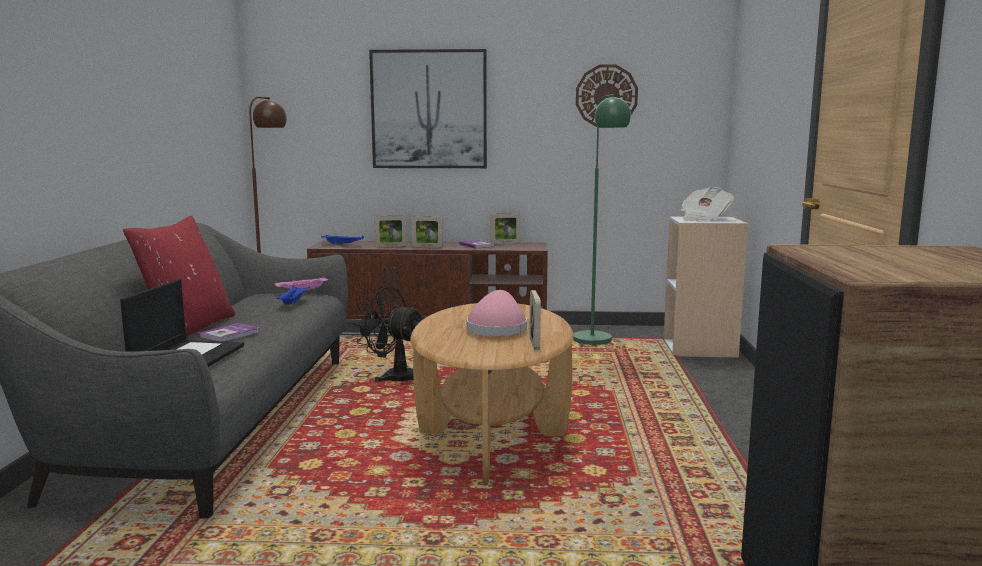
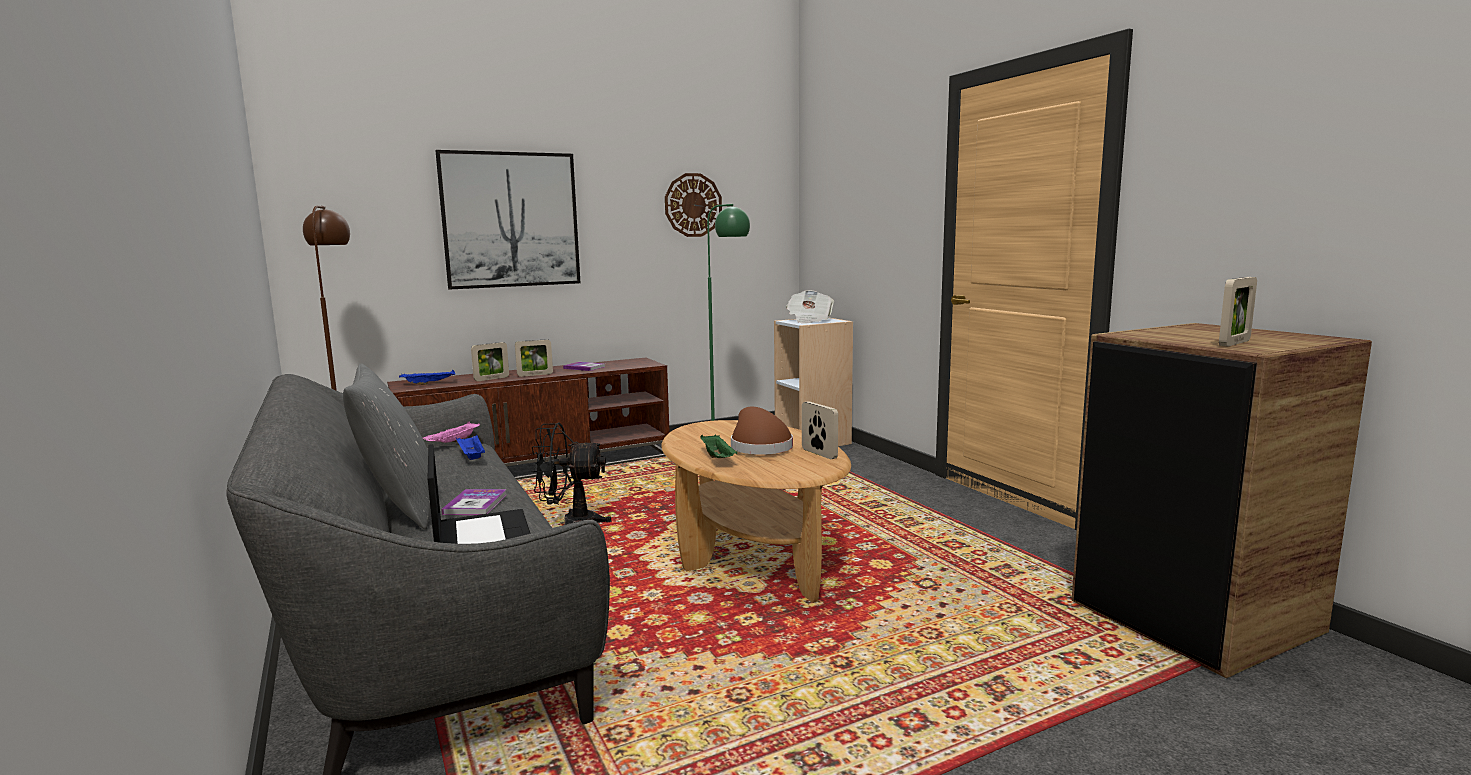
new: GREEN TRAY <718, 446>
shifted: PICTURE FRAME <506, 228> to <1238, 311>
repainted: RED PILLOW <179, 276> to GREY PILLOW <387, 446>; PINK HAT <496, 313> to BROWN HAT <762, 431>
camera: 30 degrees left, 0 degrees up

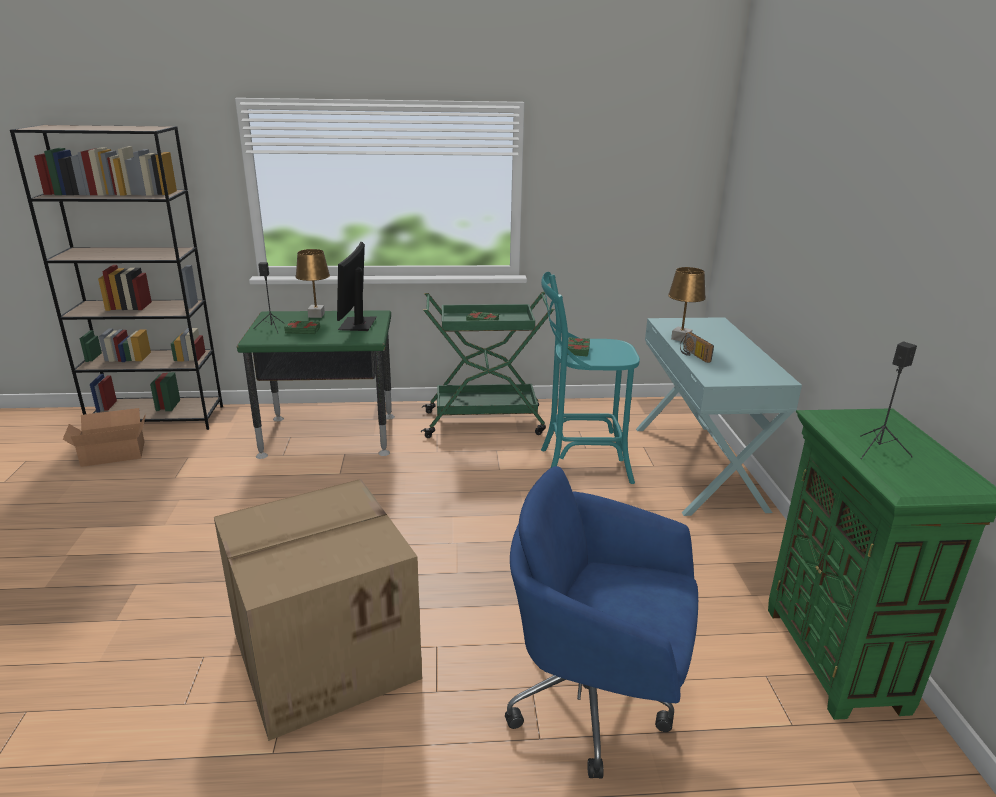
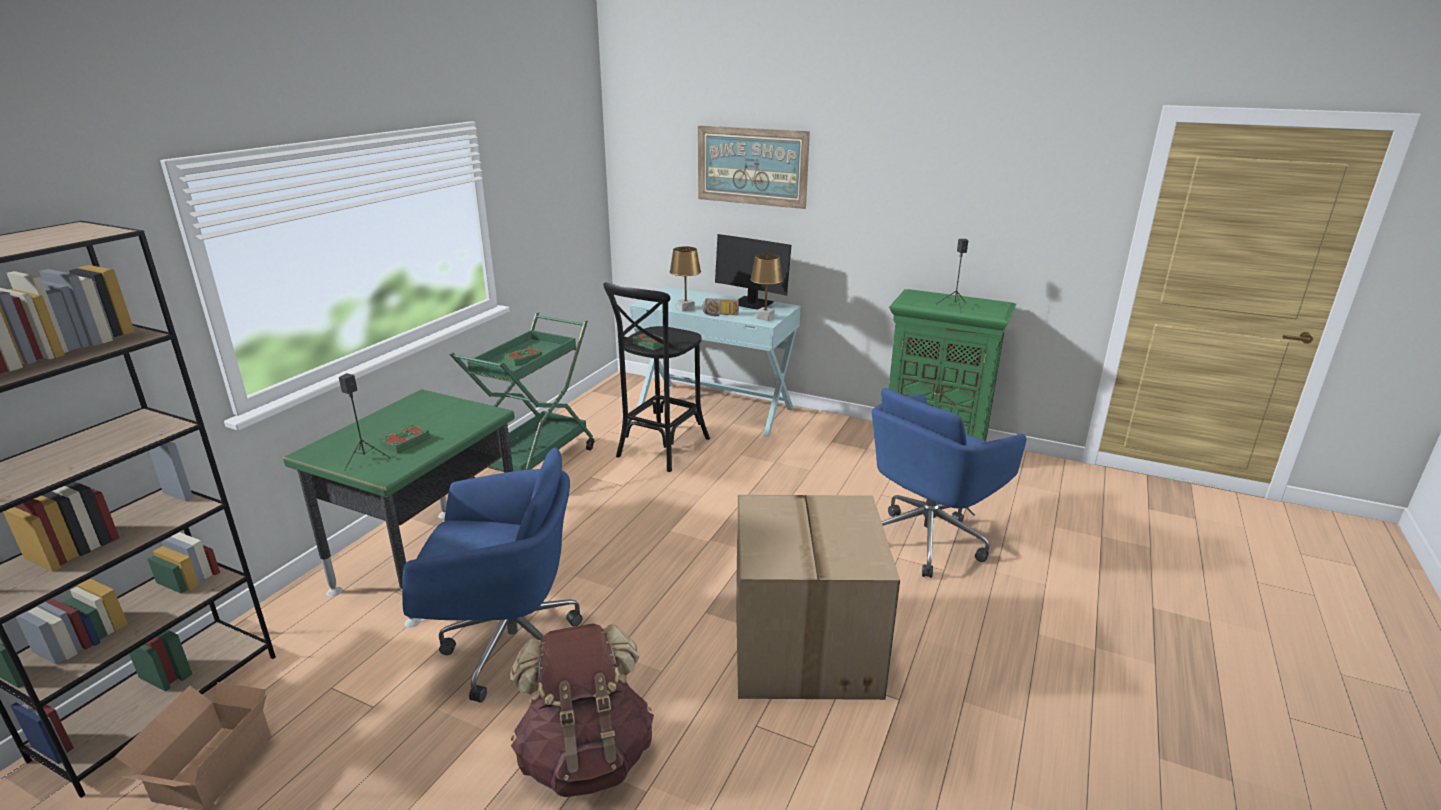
new: BLUE OFFICE CHAIR <492, 575>; BROWN BACKPACK <582, 710>; PICTURE <754, 167>
shifted: MONITOR <357, 286> to <753, 272>; BROWN TABLE LAMP <312, 283> to <766, 287>
repainted: TURQUOISE STOOL <590, 378> to BLACK STOOL <656, 377>
camera: 60 degrees left, 0 degrees up

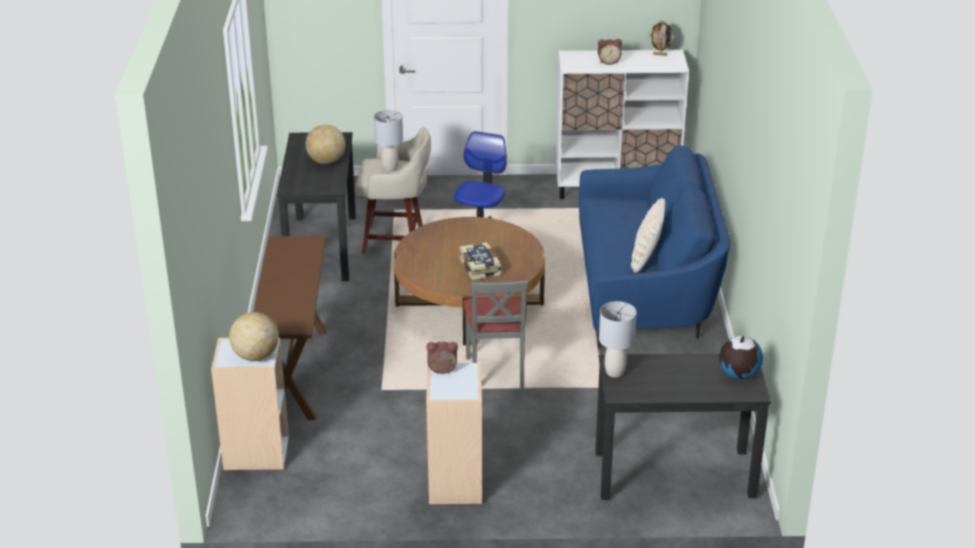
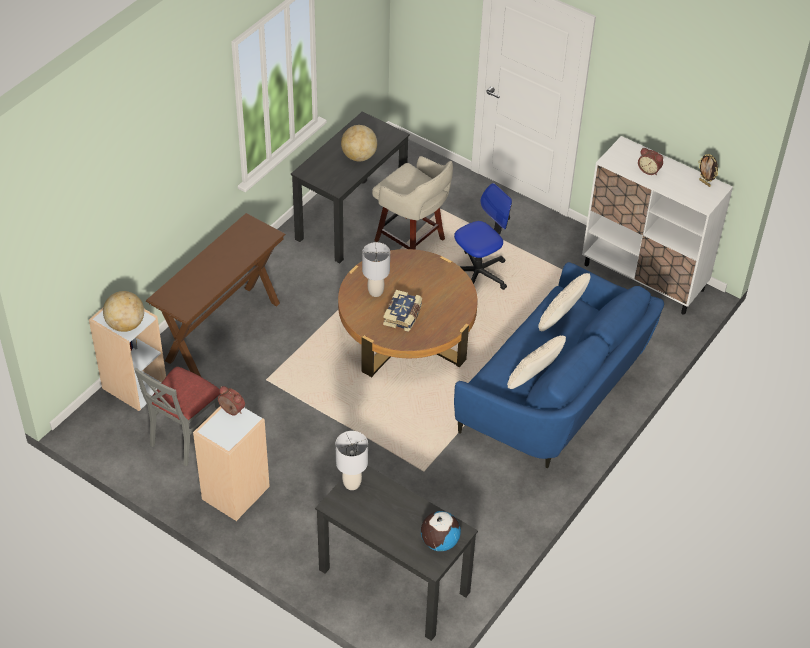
new: BEIGE PILLOW <564, 302>
shifted: GREY CHAIR <495, 336> to <177, 416>; GREY TABLE LAMP <388, 141> to <376, 269>
camera: 35 degrees right, 15 degrees up

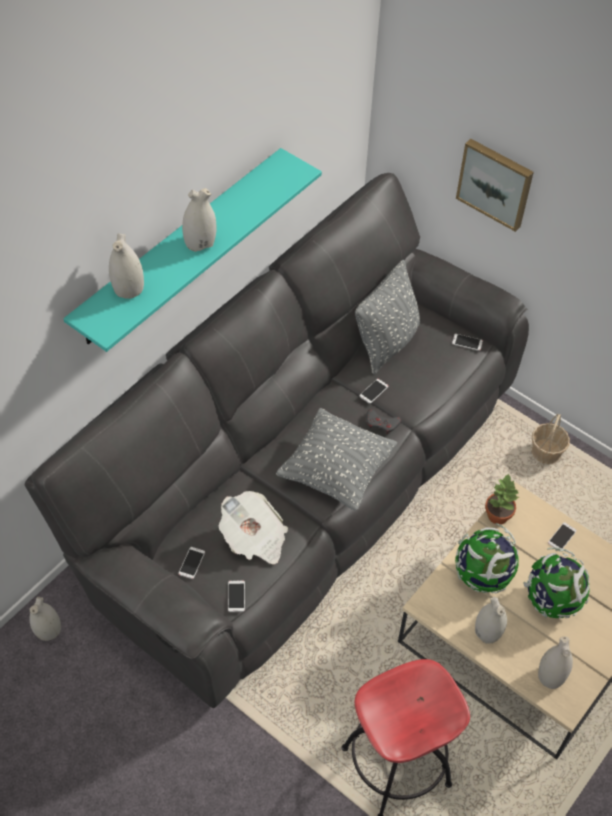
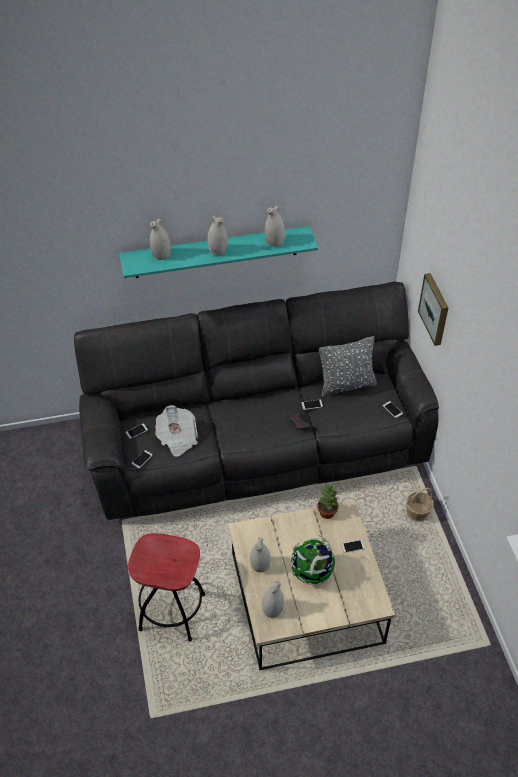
gone: GREY PILLOW <336, 459>; GLOBE <486, 558>
shifted: WHITE VASE <45, 619> to <275, 226>
camera: 40 degrees right, 5 degrees down

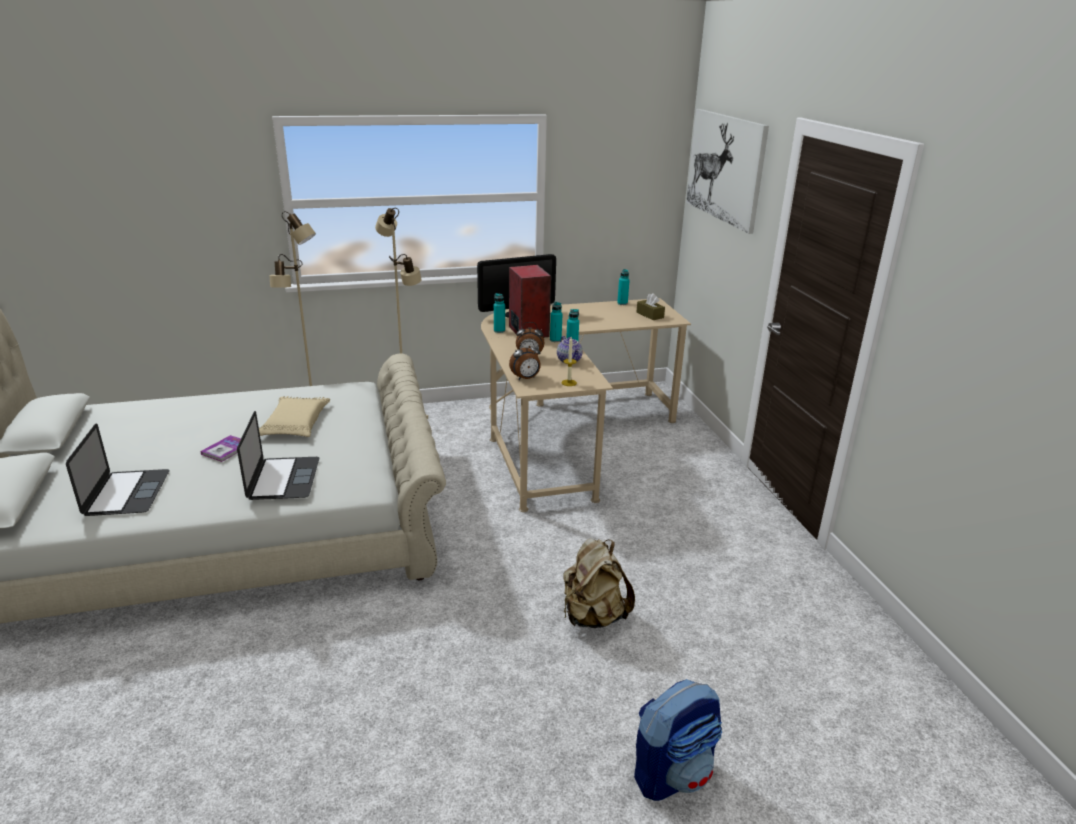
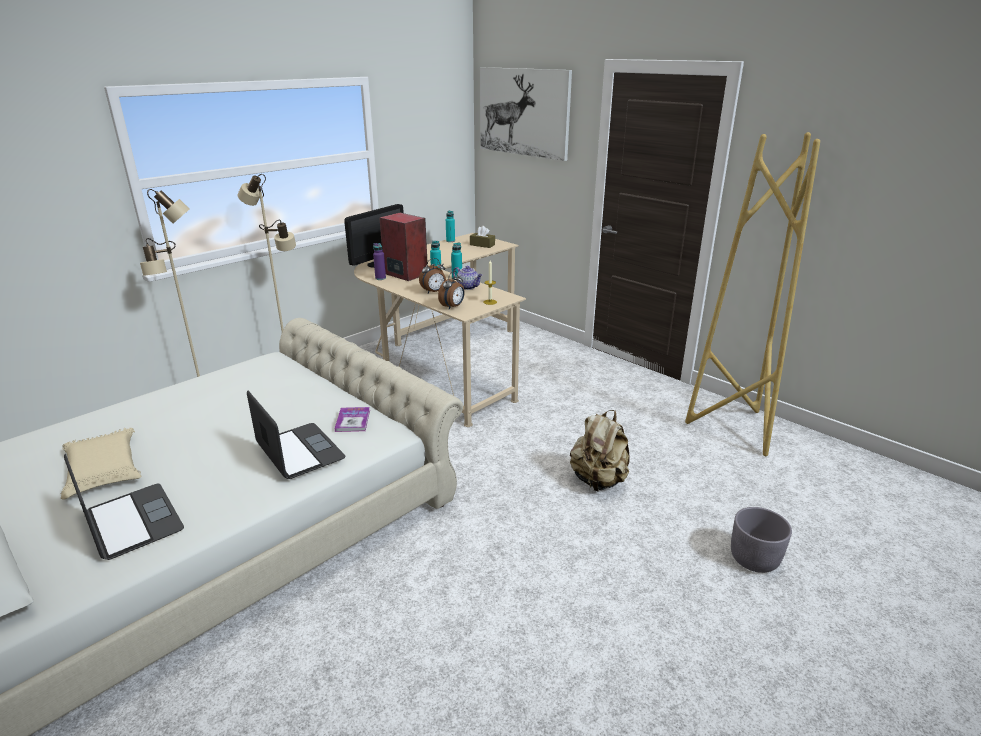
new: YELLOW CLOTHES RACK <752, 294>
shifted: BEIGE PILLOW <294, 416> to <101, 464>; BOOK <220, 448> to <352, 419>
swapped: BACKPACK <678, 740> to GREY PLANTER <761, 540>
repainted: TURQUOISE BOTTLE <499, 313> to PURPLE BOTTLE <379, 261>
camera: 30 degrees left, 0 degrees up

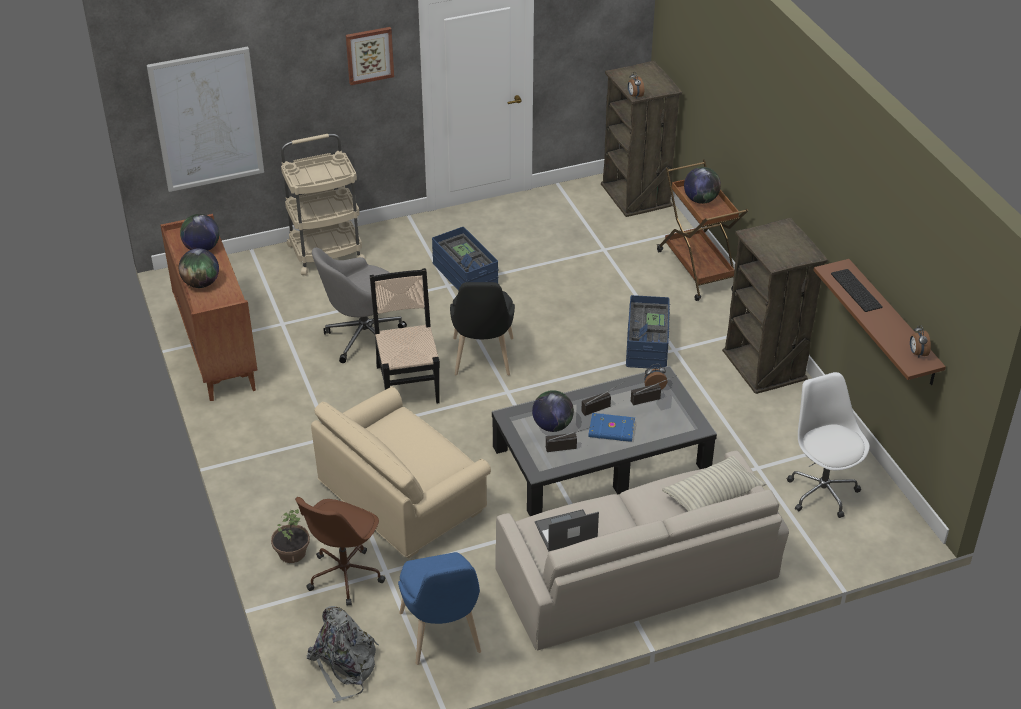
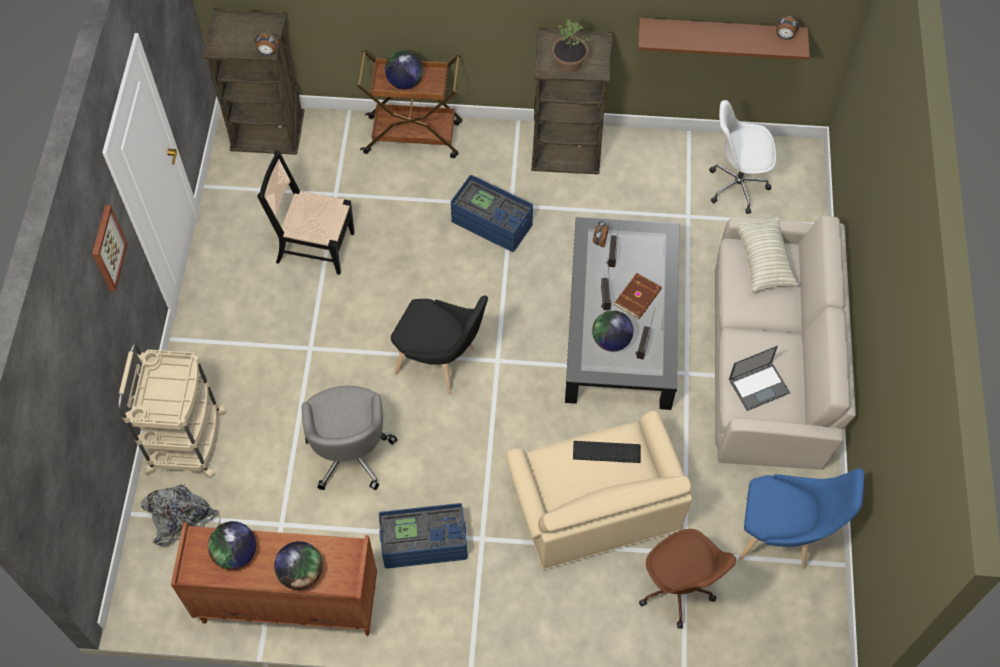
gone: PICTURE <205, 119>
shifted: GREY BACKPACK <343, 654> to <180, 515>; CHAIR <405, 336> to <305, 212>; BLUE STORAGE BOX <465, 259> to <423, 535>; POTTED PLANT <290, 536> to <570, 46>; KEYBOARD <857, 290> to <607, 452>
repainted: BLUE BOOK <611, 427> to BROWN BOOK <638, 296>
rotated: LAPTOP <567, 530> = <759, 378> 120 degrees counterclockwise
camera: 65 degrees left, 20 degrees up

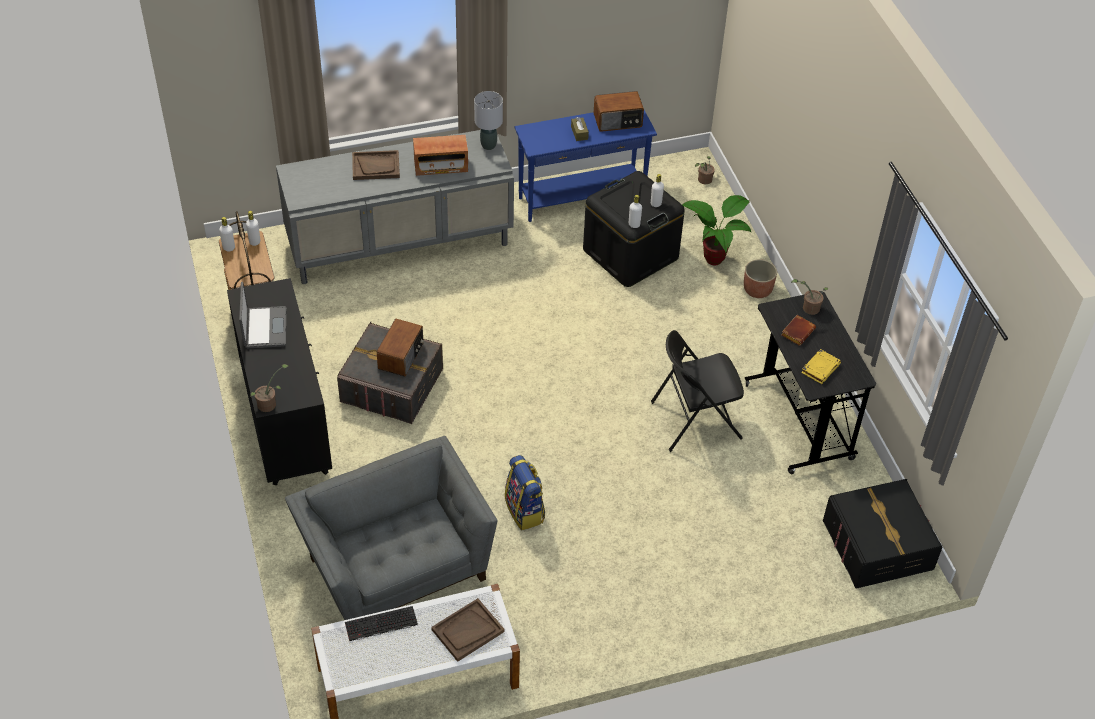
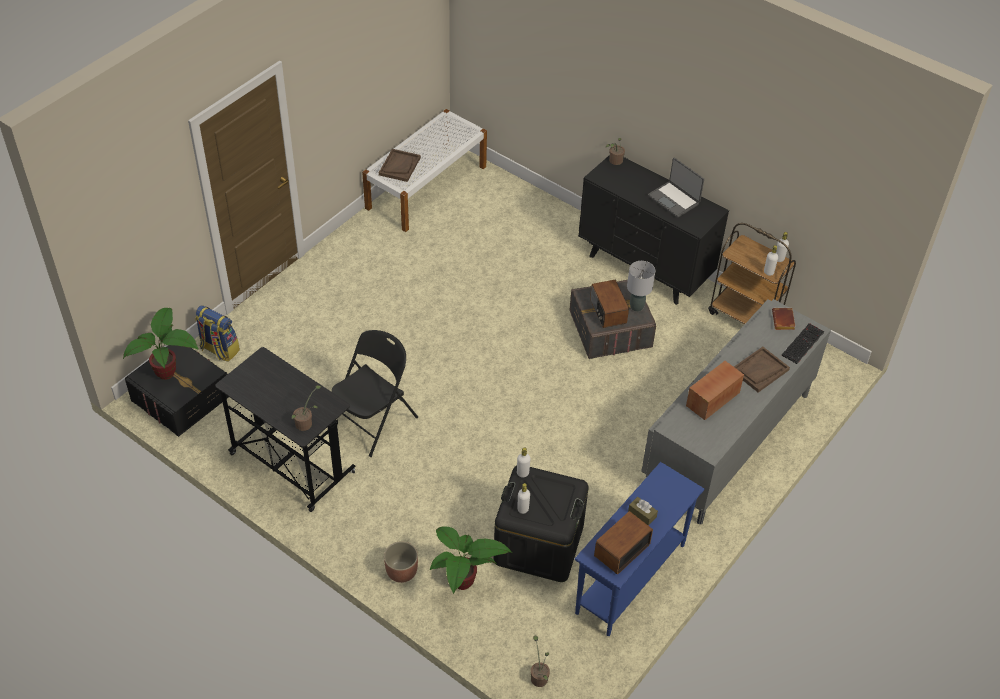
gone: GREY ARMCHAIR <391, 528>; YELLOW BOOK <821, 366>
new: POTTED PLANT <161, 344>
shifted: BACKPACK <525, 492> to <217, 333>; GREY TABLE LAMP <488, 120> to <641, 286>; BROWN BOOK <798, 330> to <784, 319>; KEYBOARD <381, 624> to <802, 343>
camera: 145 degrees right, 0 degrees up

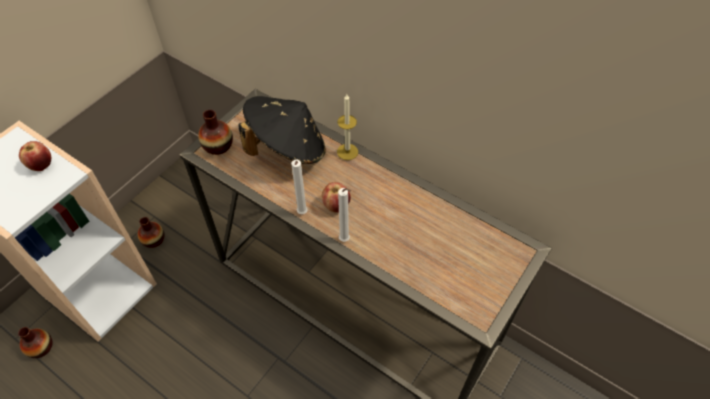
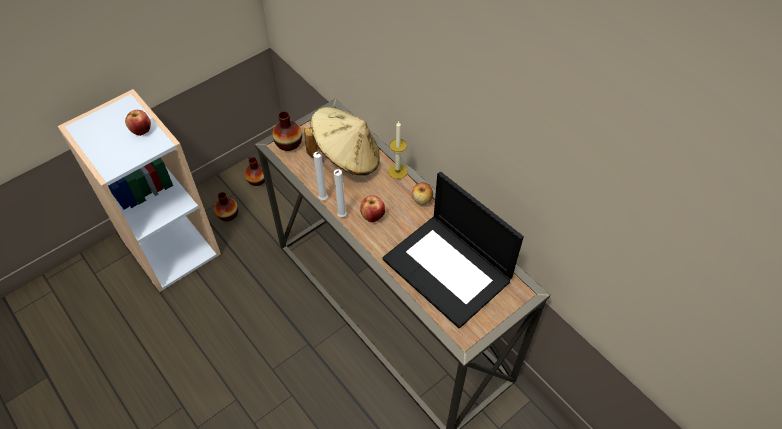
new: LAPTOP <453, 250>; APPLE <422, 193>
shifted: VASE <35, 342> to <255, 171>; WHITE CANDLE <344, 215> to <320, 176>
repainted: BLACK HAT <282, 130> to BEIGE HAT <342, 141>
camera: 15 degrees right, 0 degrees up

